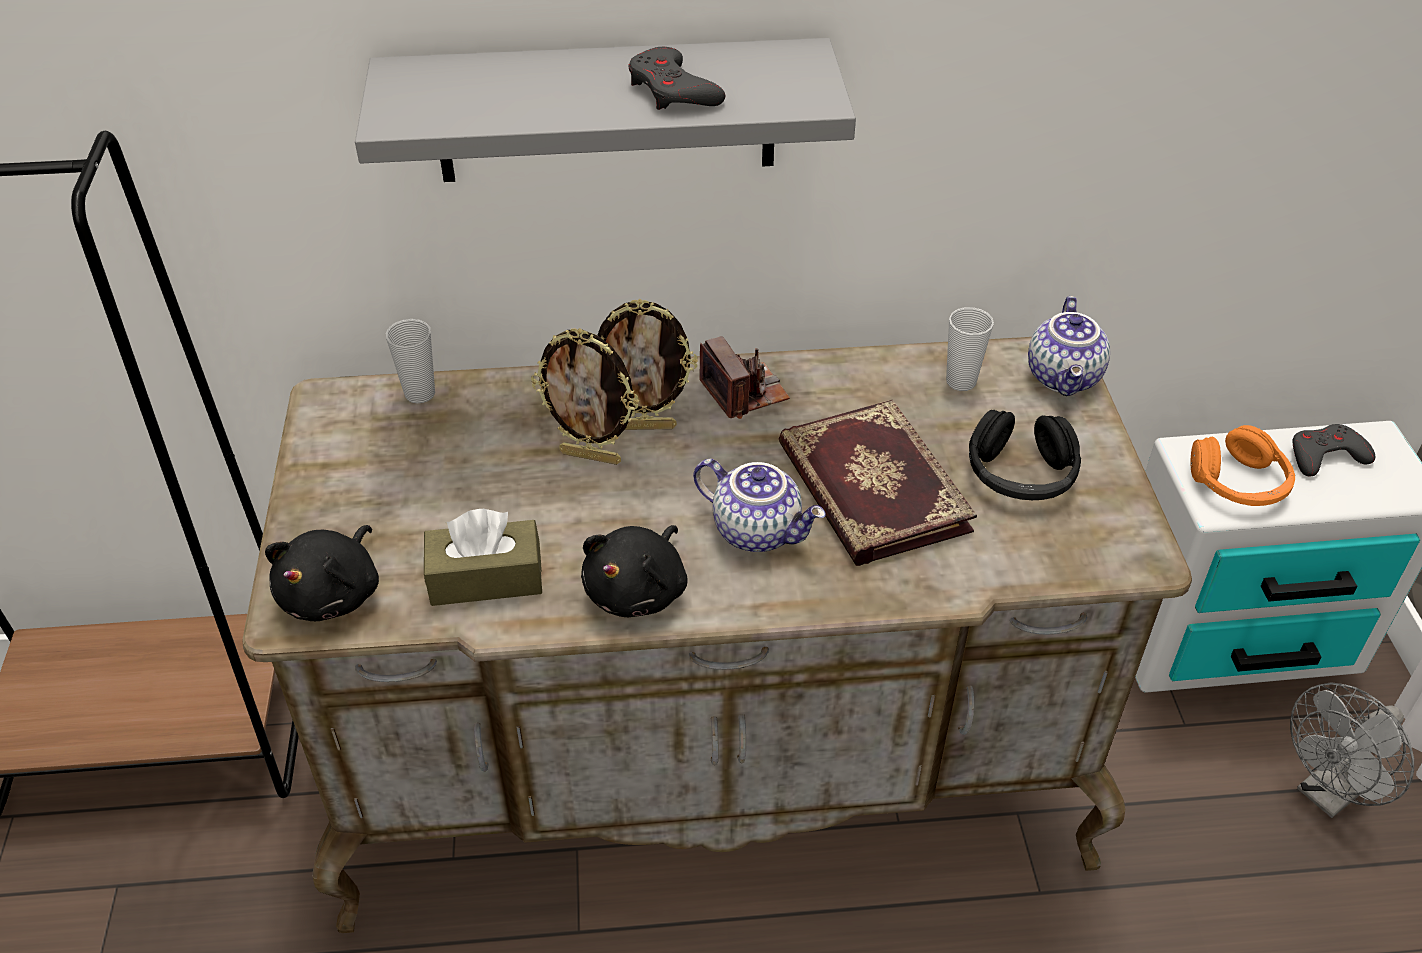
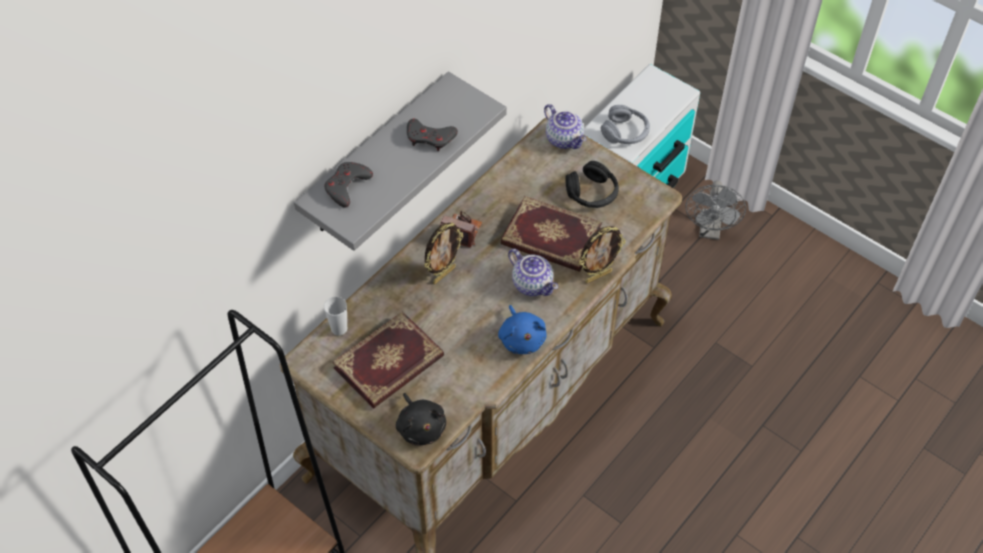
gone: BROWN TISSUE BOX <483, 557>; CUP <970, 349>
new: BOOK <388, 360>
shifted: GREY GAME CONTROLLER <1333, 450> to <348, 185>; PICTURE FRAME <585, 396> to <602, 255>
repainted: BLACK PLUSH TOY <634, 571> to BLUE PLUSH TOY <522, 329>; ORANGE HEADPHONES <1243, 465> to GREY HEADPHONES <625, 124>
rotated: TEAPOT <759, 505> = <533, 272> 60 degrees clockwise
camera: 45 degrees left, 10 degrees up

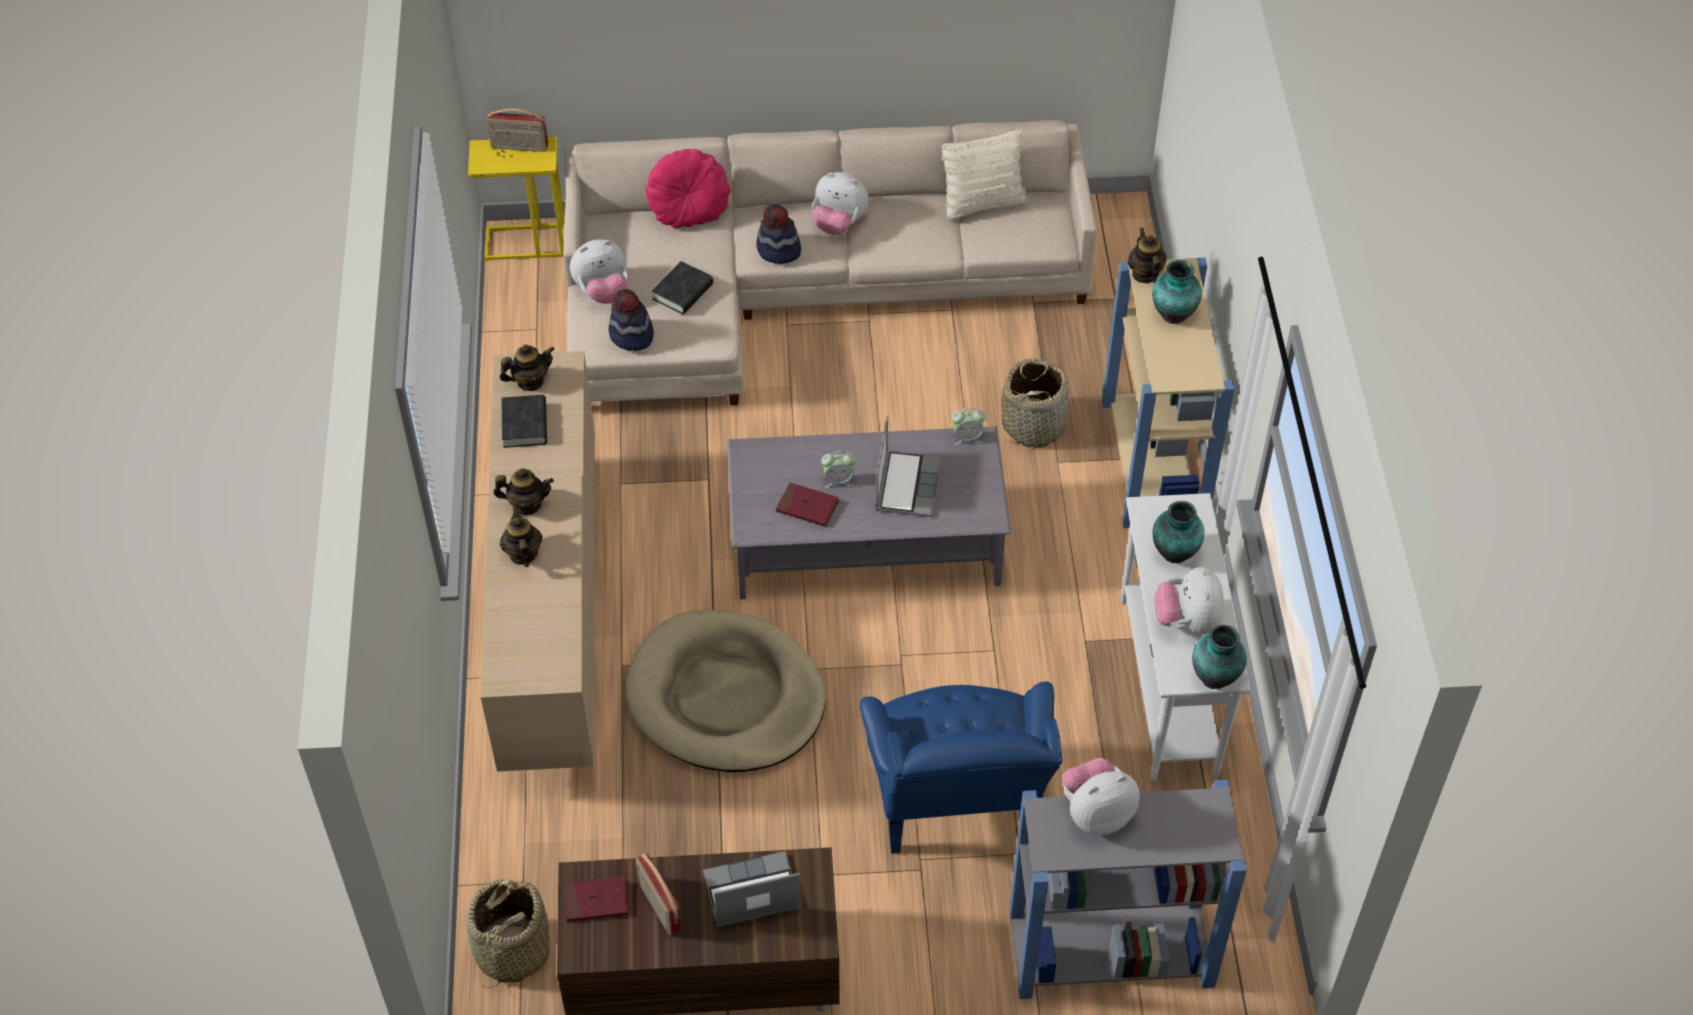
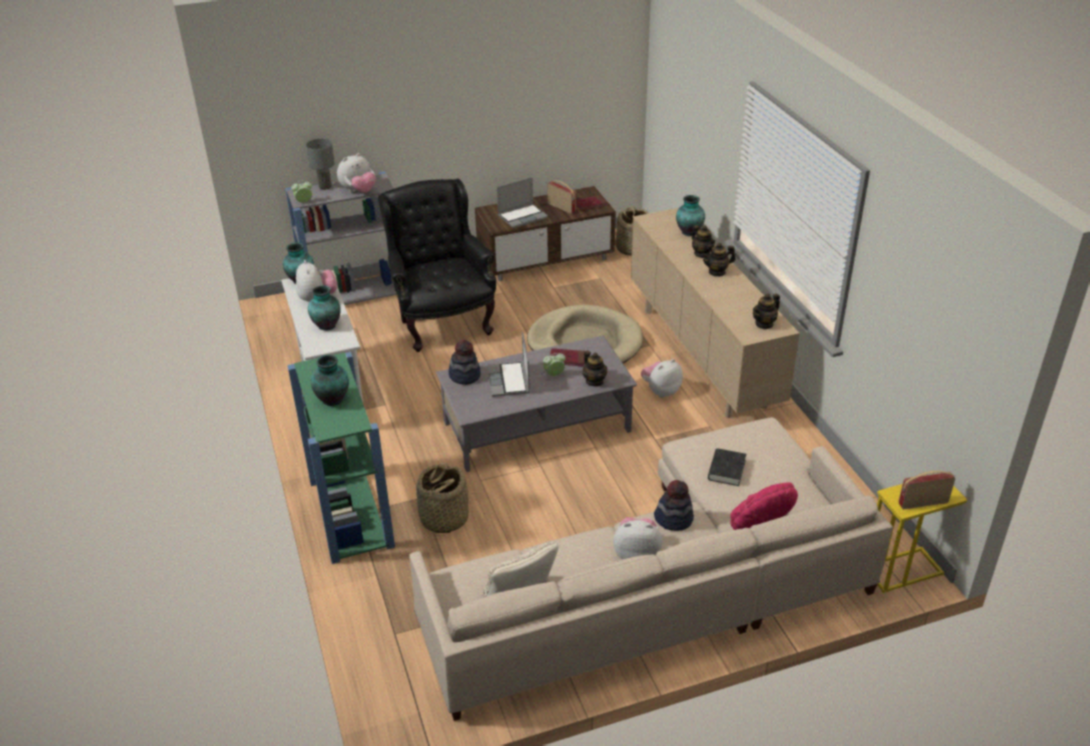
gone: BLACK BOOK <524, 421>
new: GREY TABLE LAMP <320, 164>; VASE <690, 215>
shifted: ALARM CLOCK <969, 426> to <301, 191>; HAT <631, 320> to <465, 362>; TEAPOT <1147, 255> to <595, 368>; PLUSH TOY <599, 271> to <662, 378>
repainted: BEIGE BOOKCASE <1168, 392> to GREEN BOOKCASE <341, 458>; BLUE ARMCHAIR <961, 767> to BLACK ARMCHAIR <437, 265>
camera: 165 degrees right, 15 degrees down

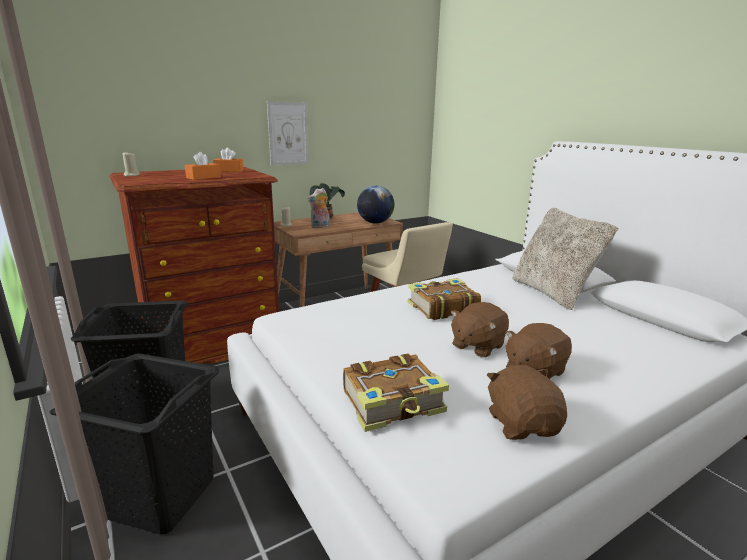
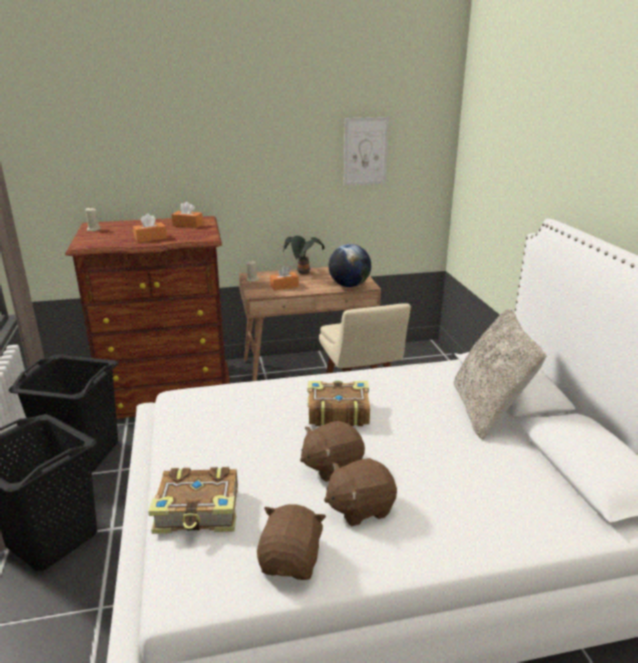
shifted: PICTURE <288, 133> to <366, 151>
swapped: PLUSH TOY <319, 208> to ORANGE TISSUE BOX <284, 278>
camera: 20 degrees right, 5 degrees up

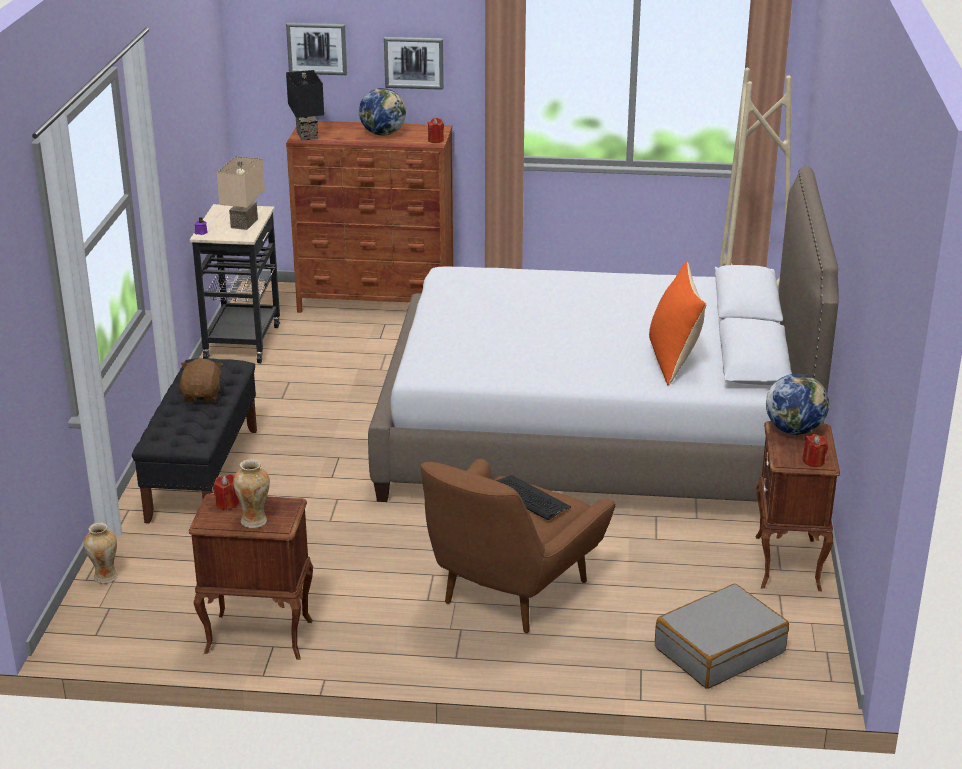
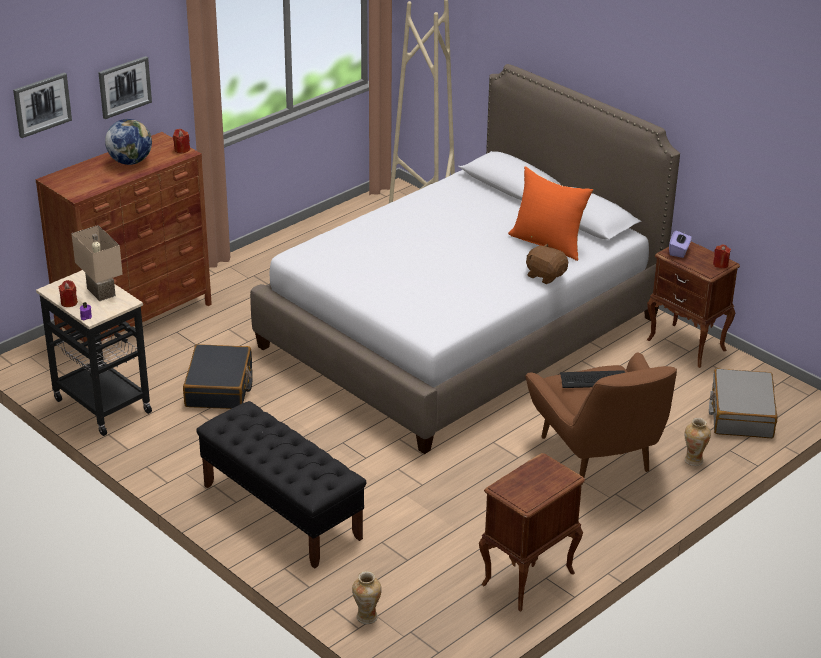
gone: BLACK TABLE LAMP <305, 105>
new: BLACK SUITCASE <218, 376>
shifted: RED CANDLE <226, 492> to <68, 293>; BROWN PLUSH TOY <201, 380> to <547, 263>; VASE <251, 493> to <698, 442>
swapped: GLOBE <797, 404> to PURPLE TISSUE BOX <680, 244>
camera: 50 degrees left, 5 degrees up

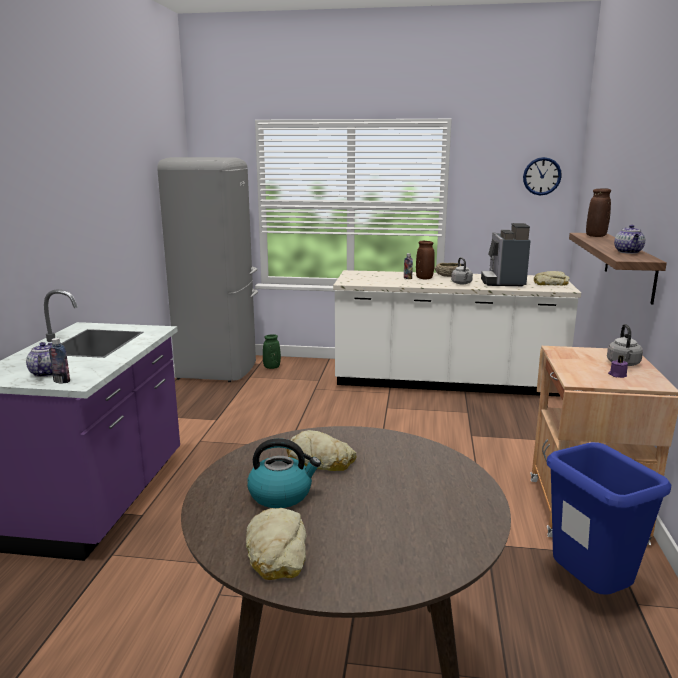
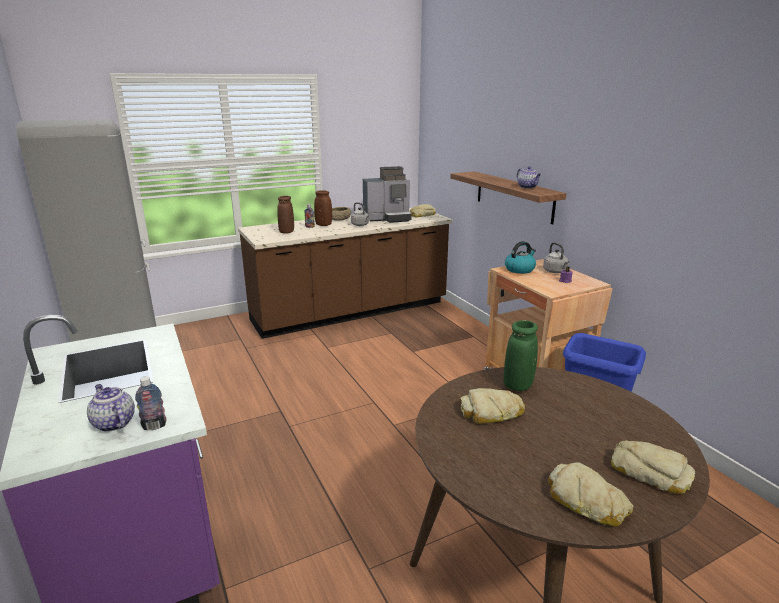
gone: WALL CLOCK <542, 176>
new: BREAD <653, 467>
shifted: BROWN VASE <598, 212> to <285, 214>; GREEN VASE <272, 351> to <521, 355>; KETTLE <284, 473> to <520, 257>
repainted: WHITE COUNTER <457, 333> to BROWN COUNTER <345, 273>
rotated: COFFEE MACHINE <506, 254> = <387, 194> 75 degrees counterclockwise
camera: 35 degrees left, 5 degrees up

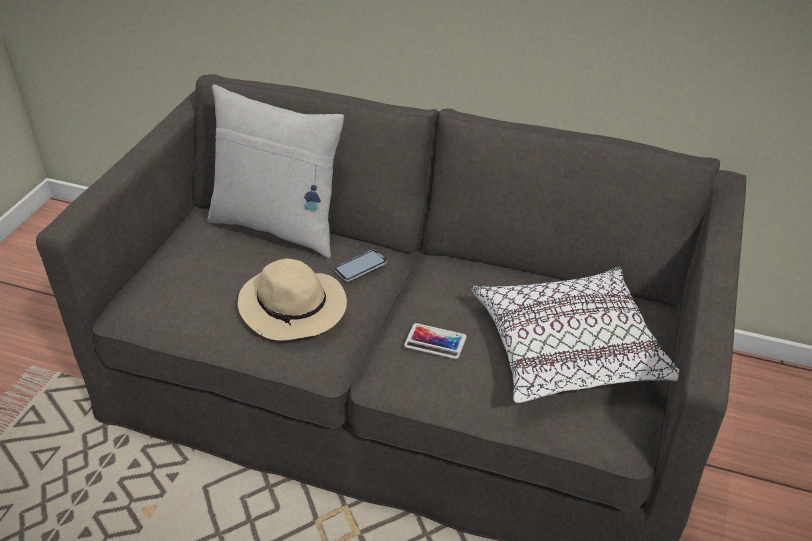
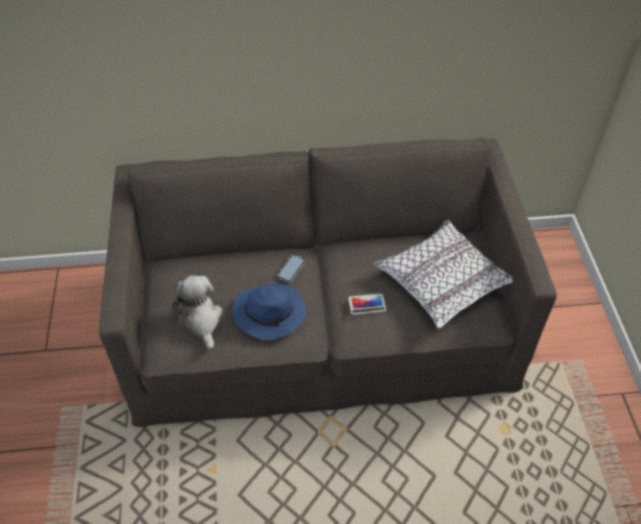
gone: GREY PILLOW <275, 171>
new: PLUSH TOY <196, 312>
repainted: BEIGE HAT <292, 300> to BLUE HAT <269, 312>
camera: 25 degrees left, 10 degrees up

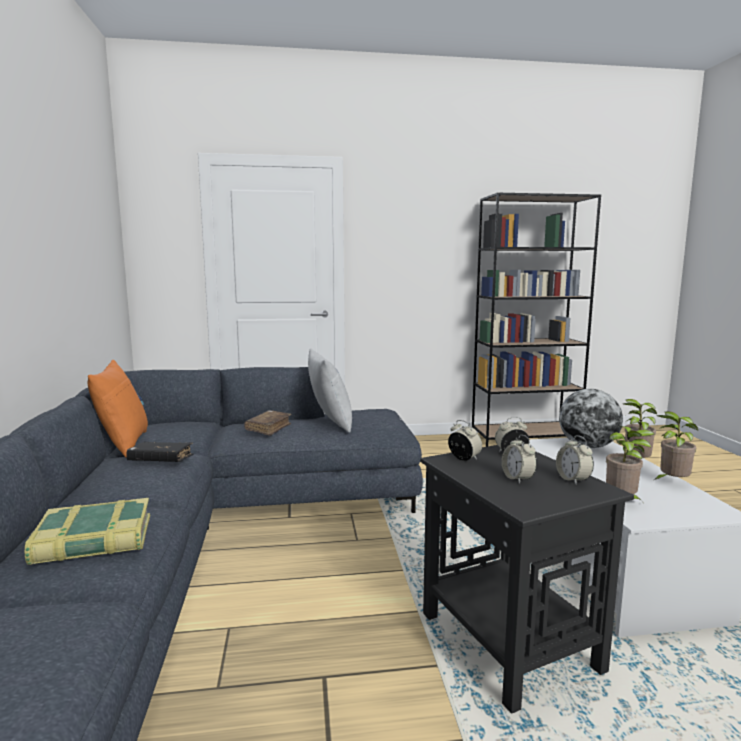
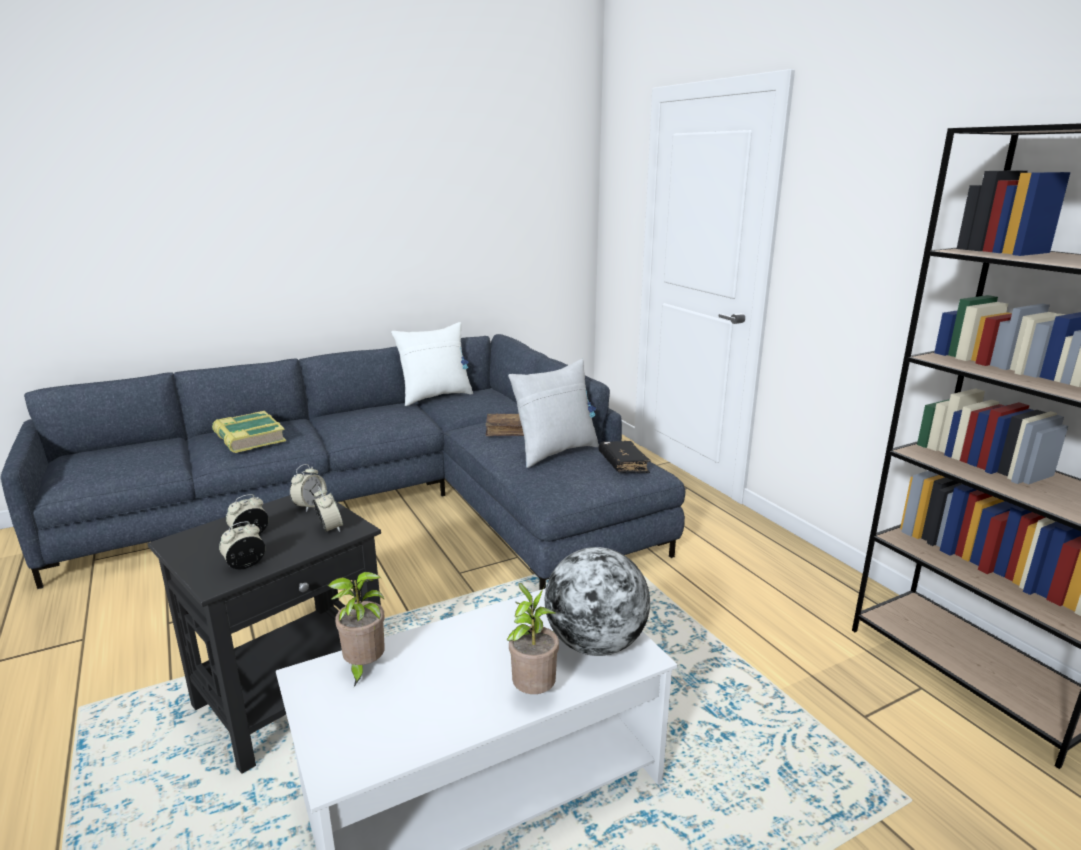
gone: POTTED PLANT <676, 445>
shifted: BLACK BOOK <160, 452> to <625, 457>
repainted: ORANGE PILLOW <118, 408> to WHITE PILLOW <432, 364>
camera: 70 degrees right, 10 degrees up

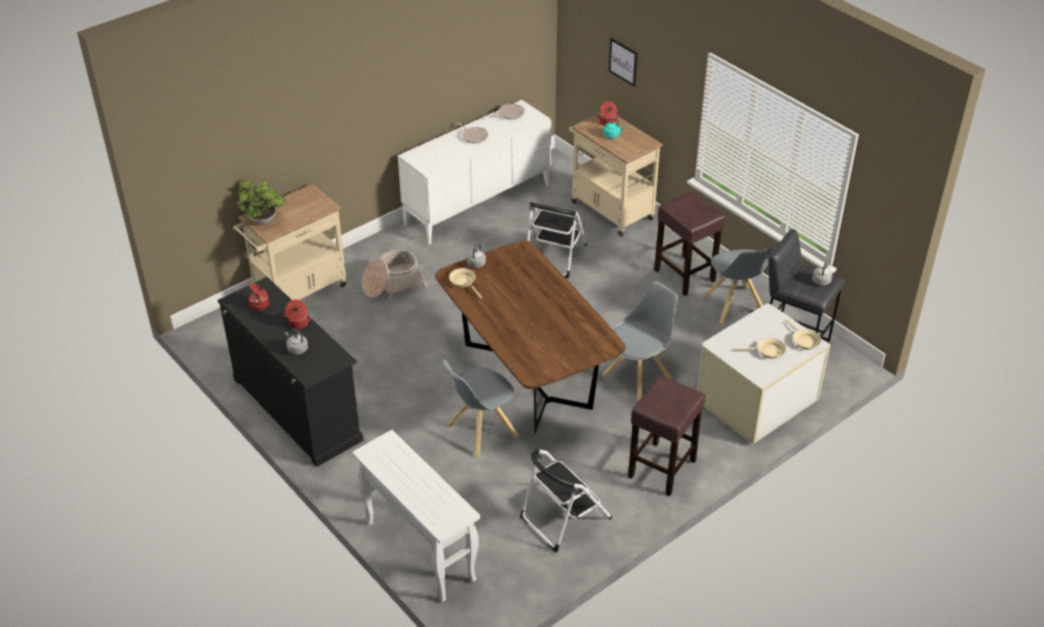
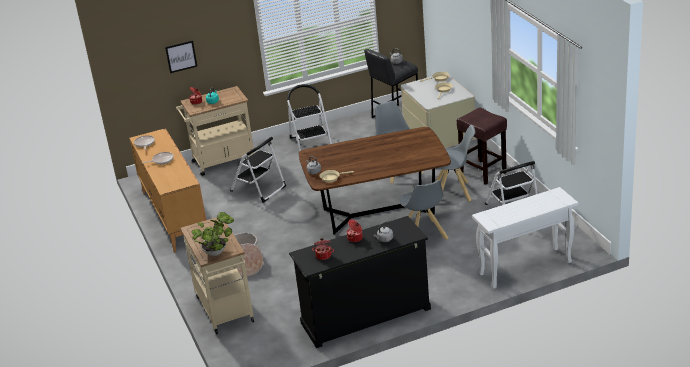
shifted: GREY CHAIR <737, 285> to <455, 164>
swapped: BROWN STOOL <689, 244> to STEP LADDER <309, 118>
repainted: WHITE DRESSER <474, 172> to BROWN DRESSER <167, 191>
camera: 70 degrees left, 10 degrees down

